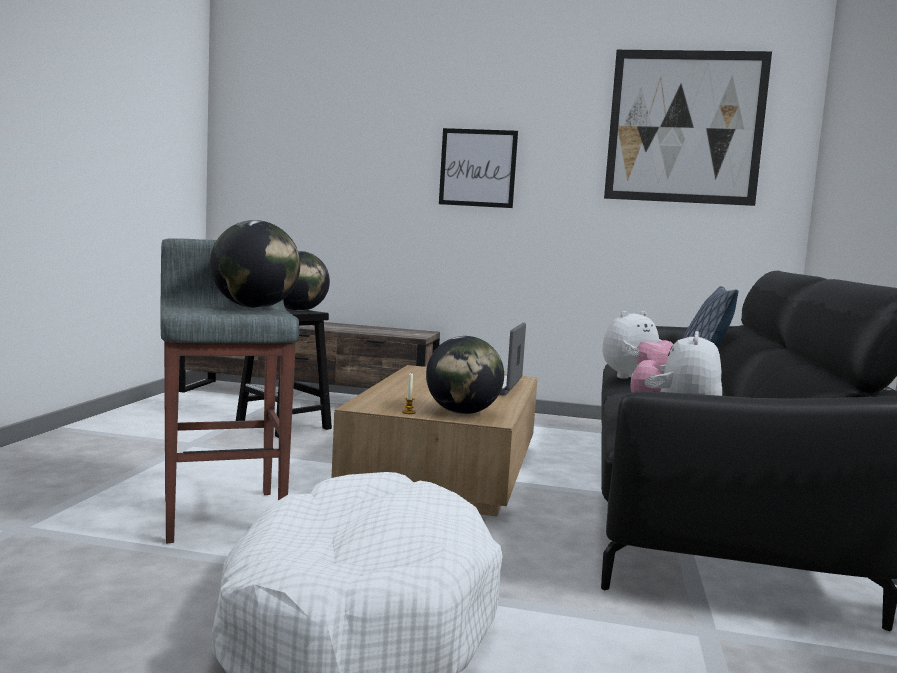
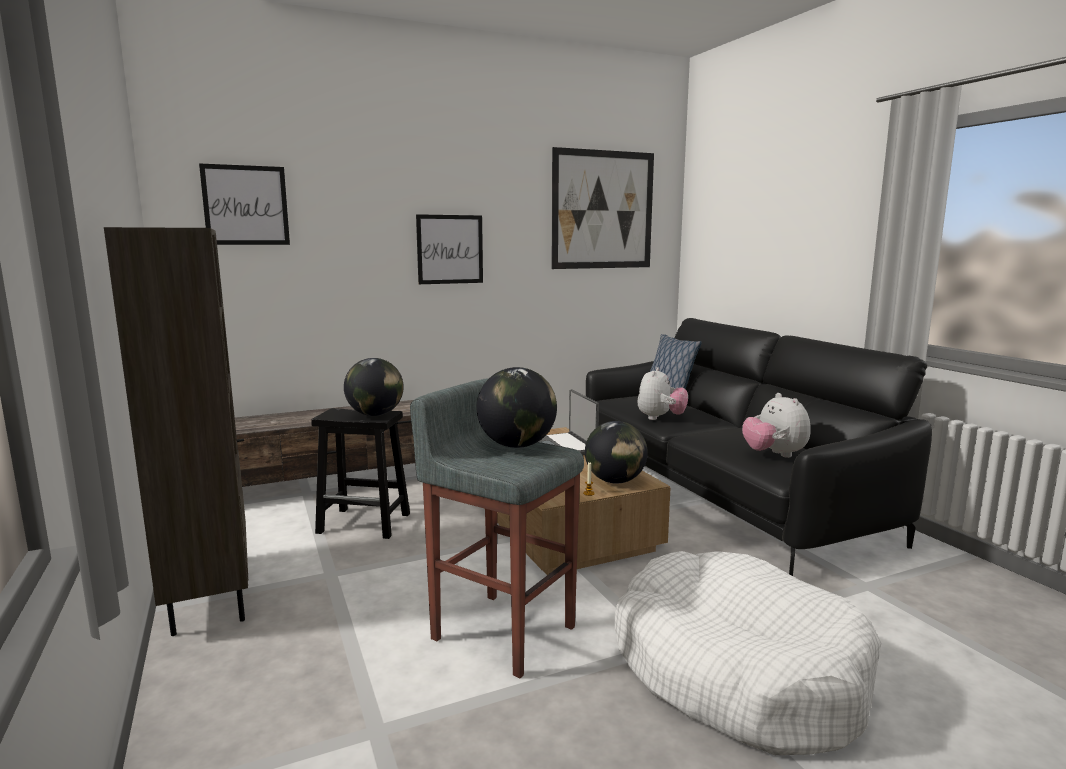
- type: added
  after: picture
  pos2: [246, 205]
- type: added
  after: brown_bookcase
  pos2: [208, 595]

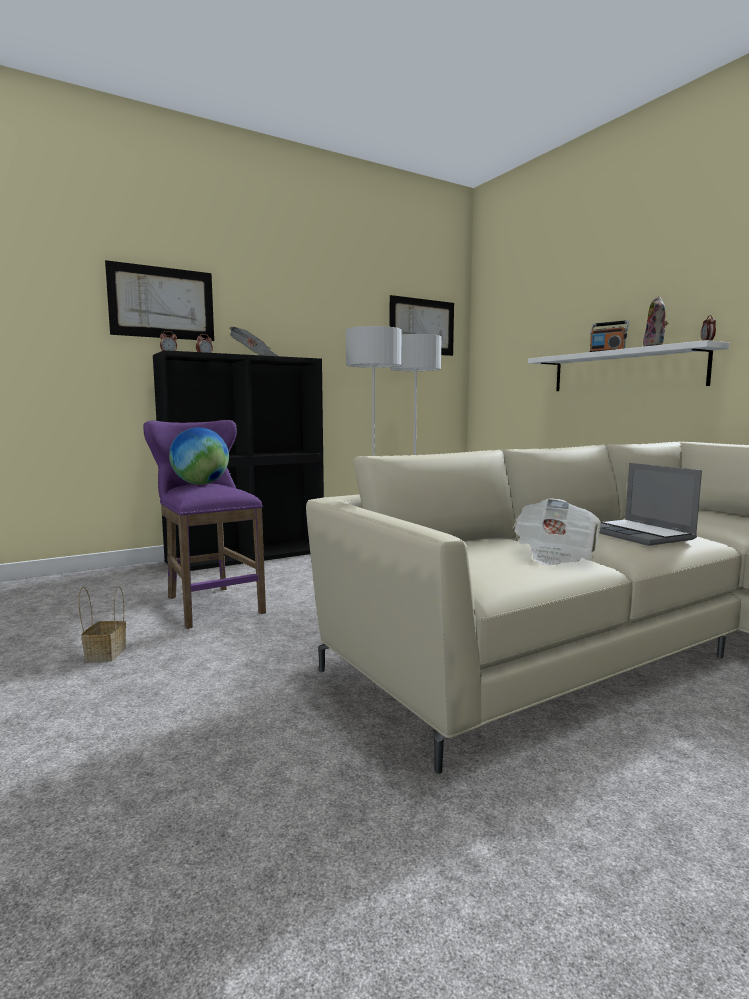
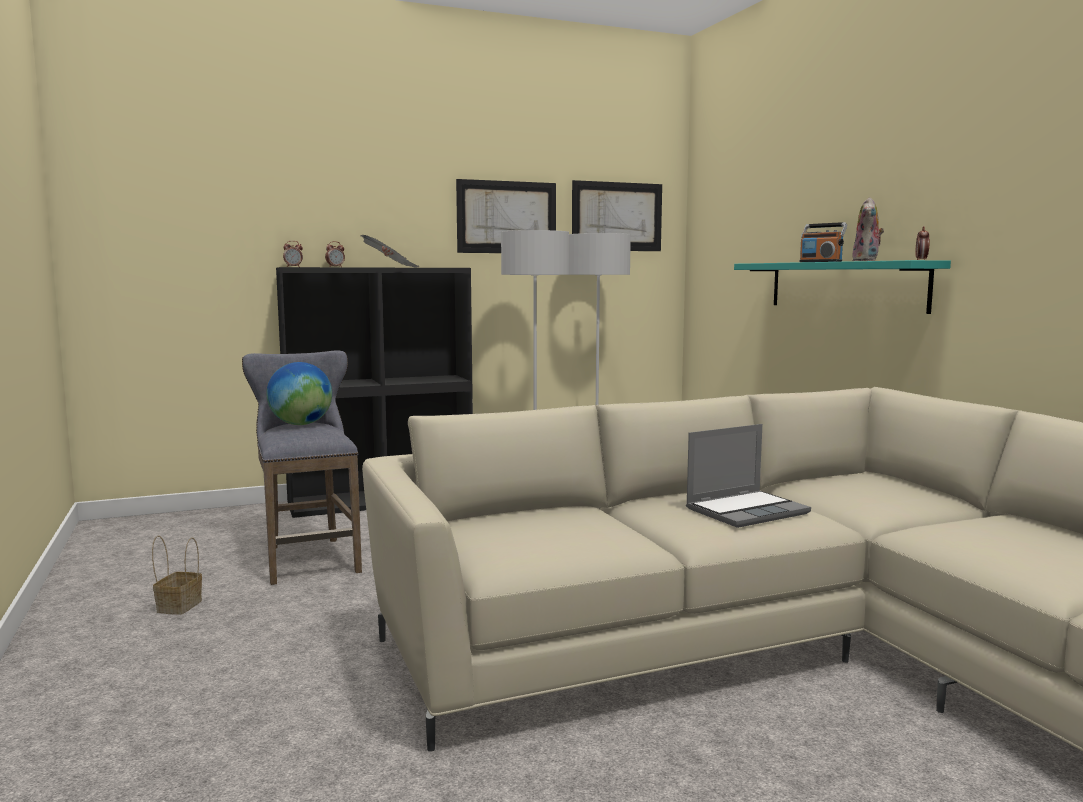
- type: moved
  before: picture
  pos1: [162, 303]
  pos2: [507, 217]
- type: recoloured
  before: white_shelf
  after: turquoise_shelf
  pos1: [625, 370]
  pos2: [844, 285]
- type: recoloured
  before: purple_stool
  after: grey_stool
  pos1: [210, 604]
  pos2: [309, 557]
- type: turned
  before: laptop
  pos1: [639, 534]
  pos2: [747, 511]
  turn: -105
- type: removed
  before: newspaper
  pos1: [554, 555]

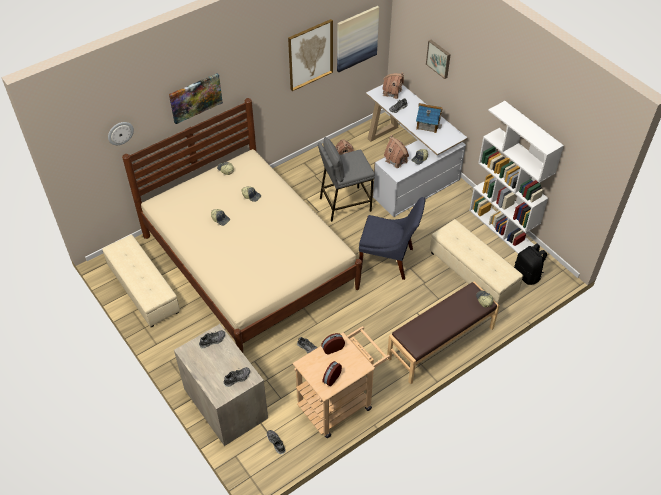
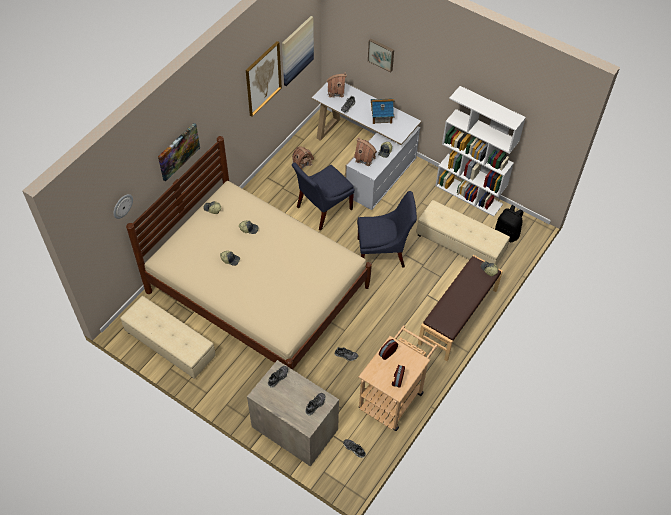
- type: replaced
  before: grey_stool
  after: blue_chair
  pos1: [344, 204]
  pos2: [322, 209]

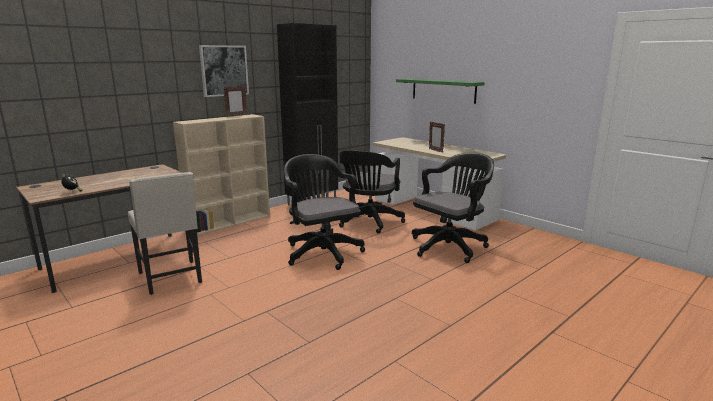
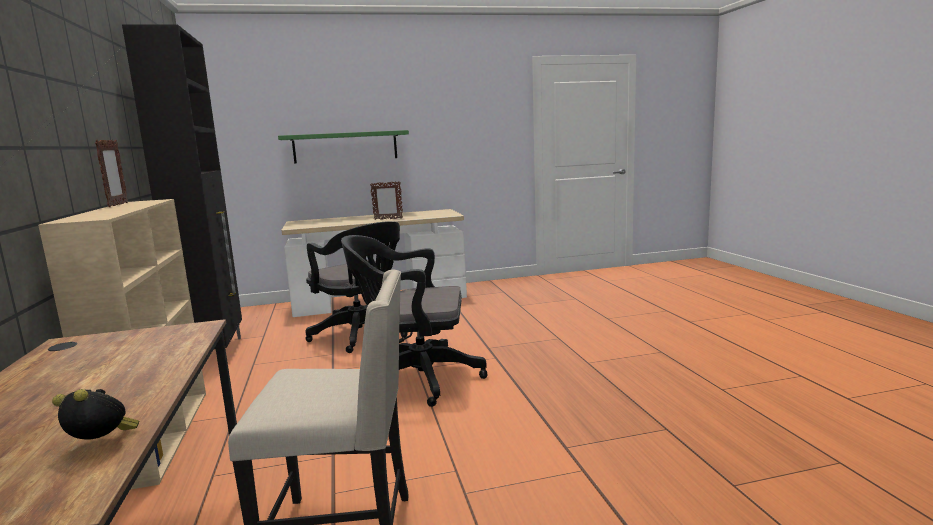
- type: removed
  before: picture
  pos1: [224, 70]
- type: removed
  before: black_office_chair
  pos1: [450, 246]

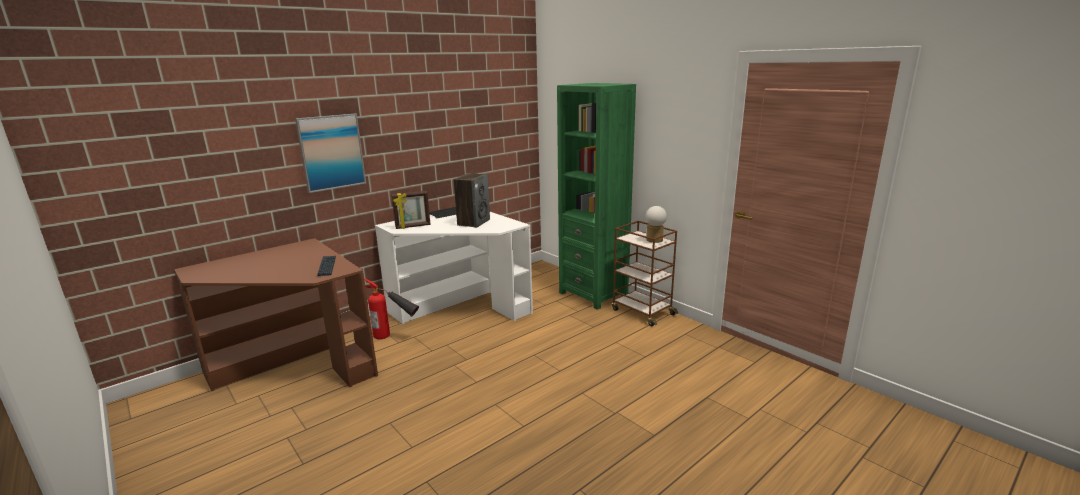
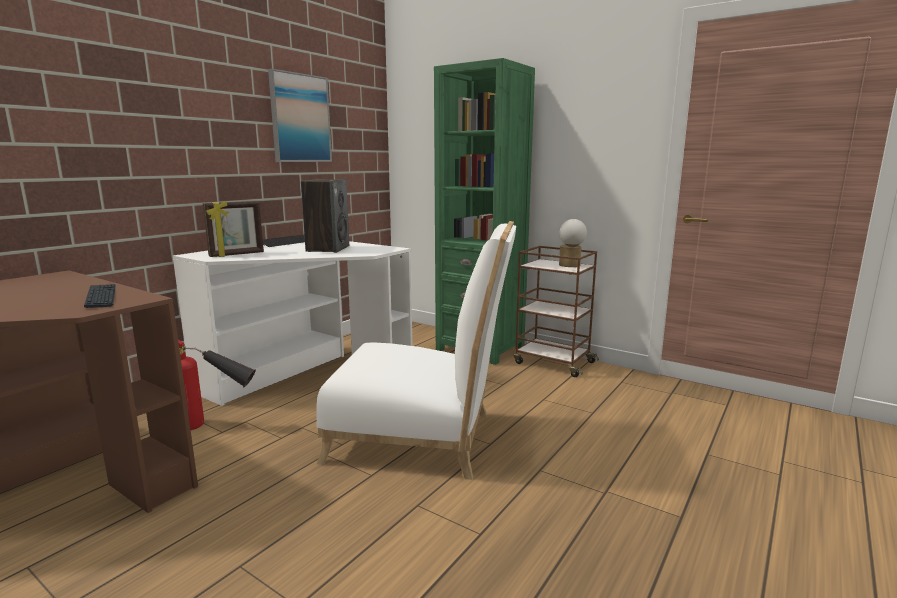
- type: moved
  before: picture
  pos1: [331, 152]
  pos2: [300, 118]
- type: added
  after: white_chair
  pos2: [421, 438]

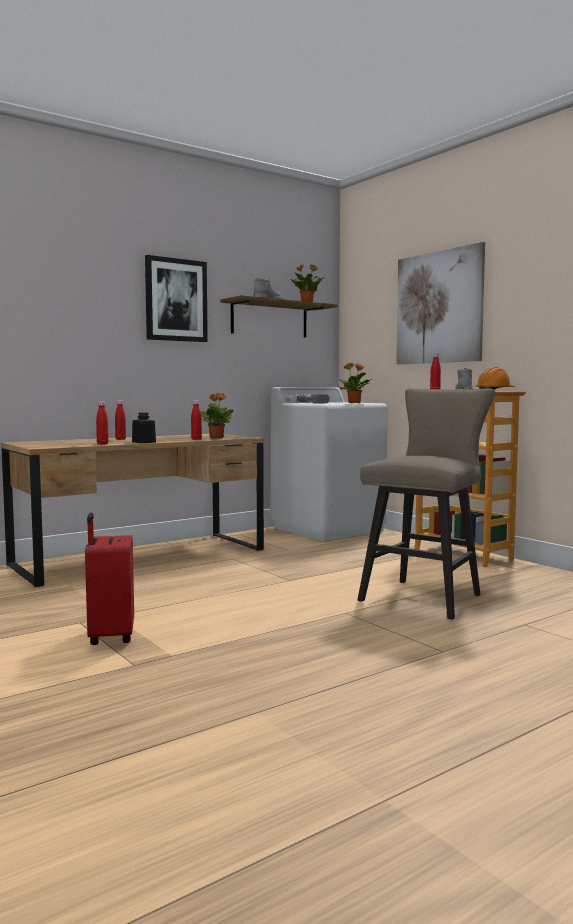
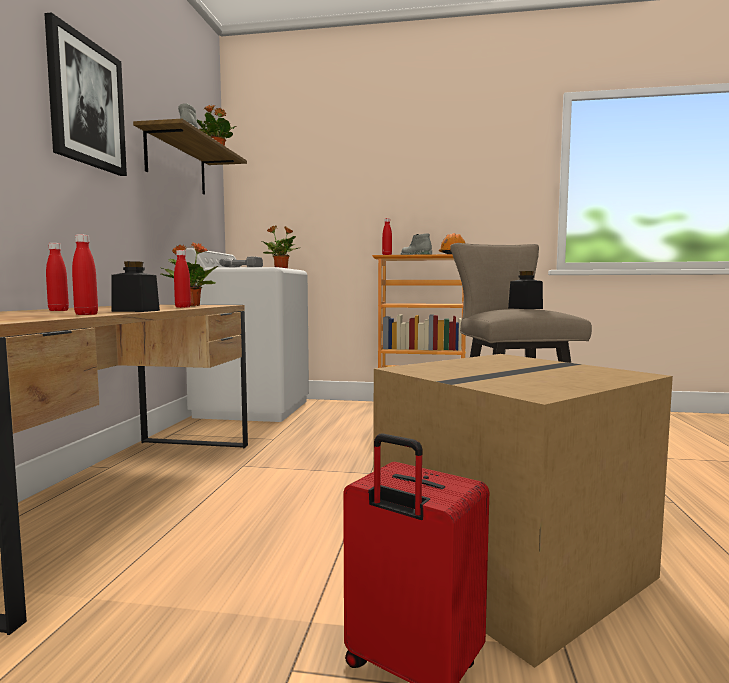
- type: removed
  before: picture
  pos1: [439, 307]
- type: added
  after: black_jar
  pos2: [525, 308]
- type: added
  after: cardboard_box
  pos2: [509, 563]

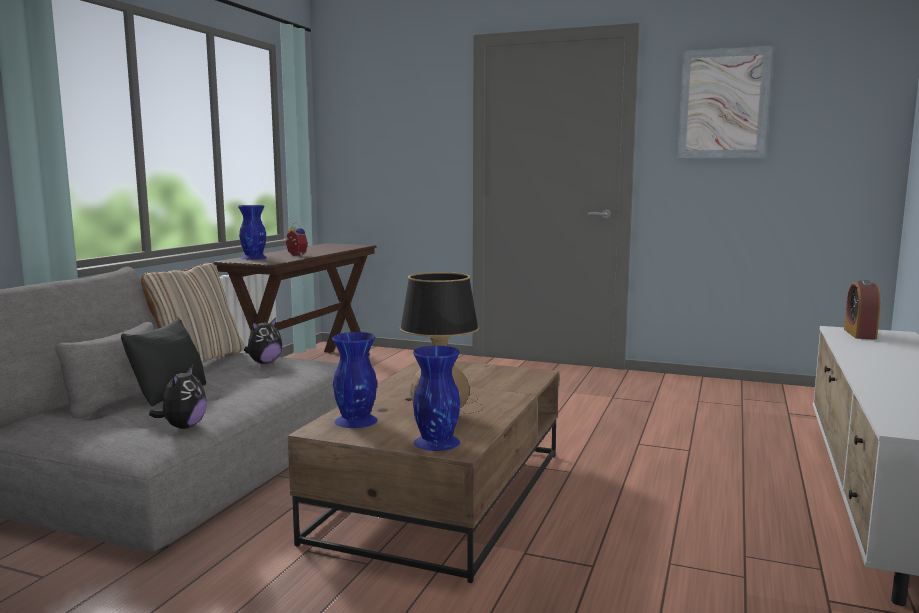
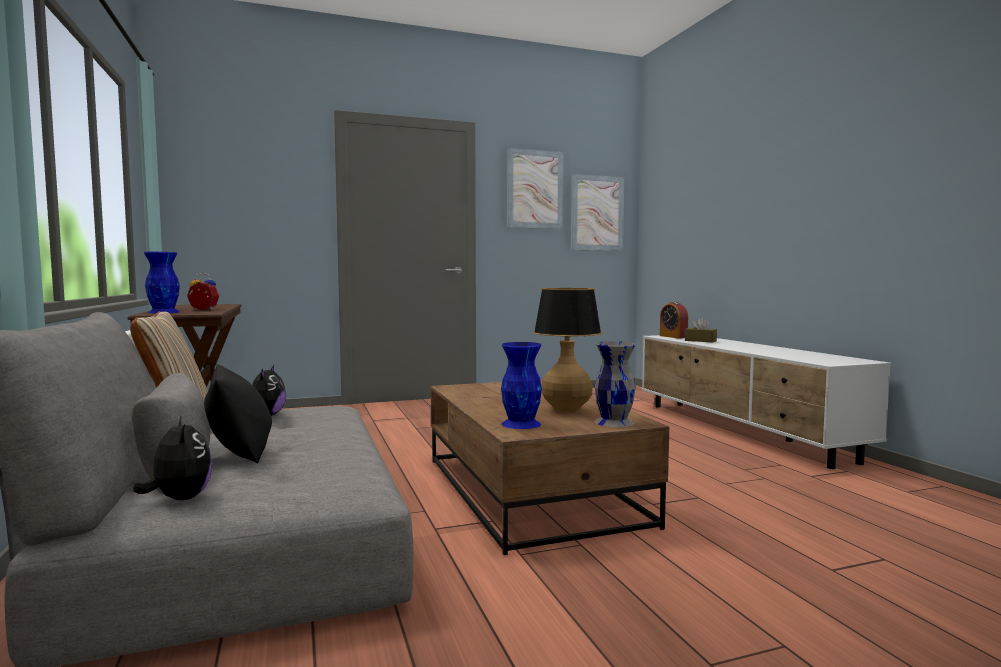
- type: recoloured
  before: blue_vase
  after: grey_vase
  pos1: [436, 441]
  pos2: [613, 422]
- type: moved
  before: plush_toy
  pos1: [183, 427]
  pos2: [180, 499]
- type: added
  after: picture
  pos2: [597, 213]
- type: added
  after: brown_tissue_box
  pos2: [700, 341]

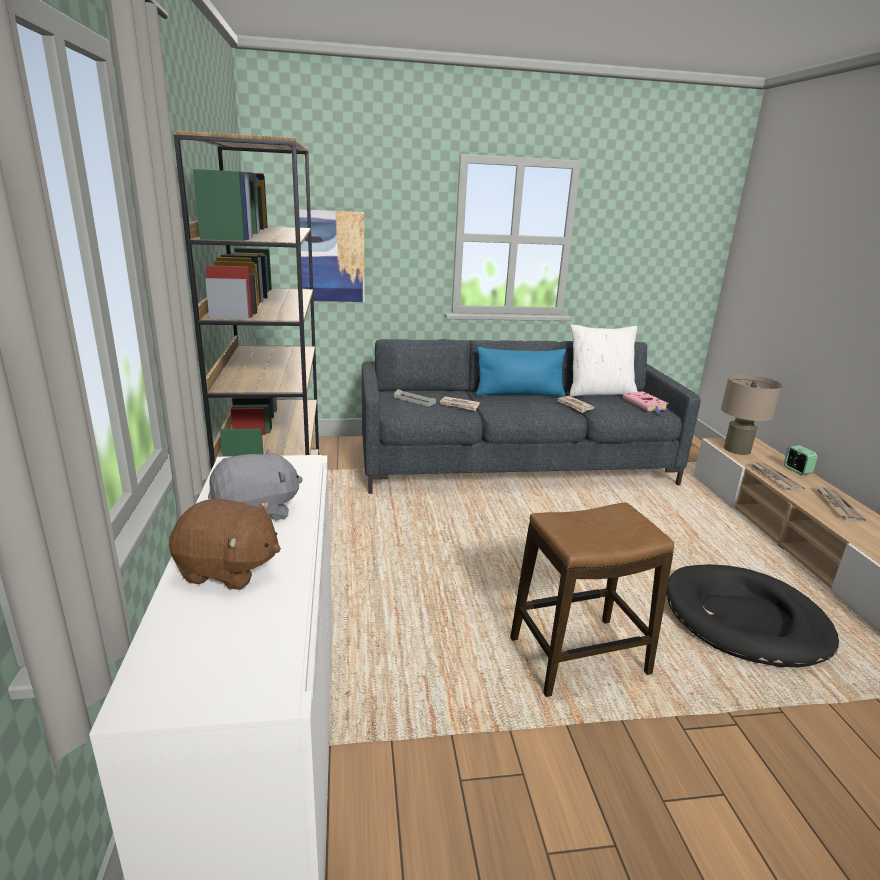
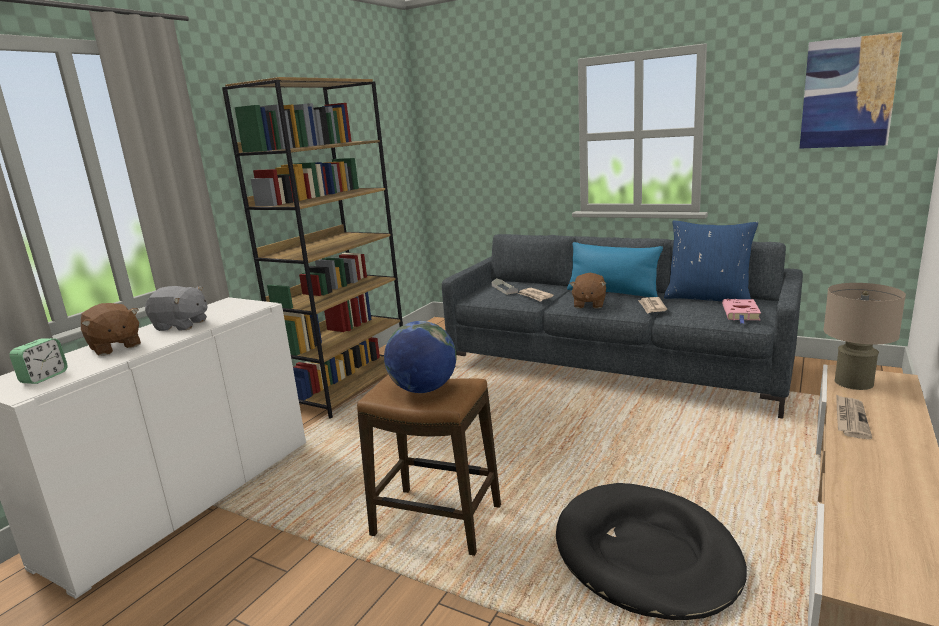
- type: moved
  before: picture
  pos1: [331, 257]
  pos2: [847, 93]
- type: recoloured
  before: white_pillow
  after: blue_pillow
  pos1: [599, 392]
  pos2: [708, 298]
- type: moved
  before: alarm_clock
  pos1: [797, 470]
  pos2: [44, 377]
- type: removed
  before: newspaper
  pos1: [836, 505]
- type: added
  after: brown_plush_toy
  pos2: [588, 304]
- type: added
  after: globe
  pos2: [423, 389]

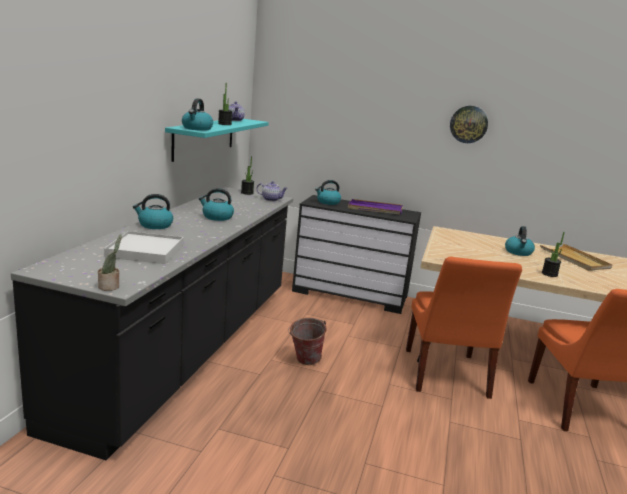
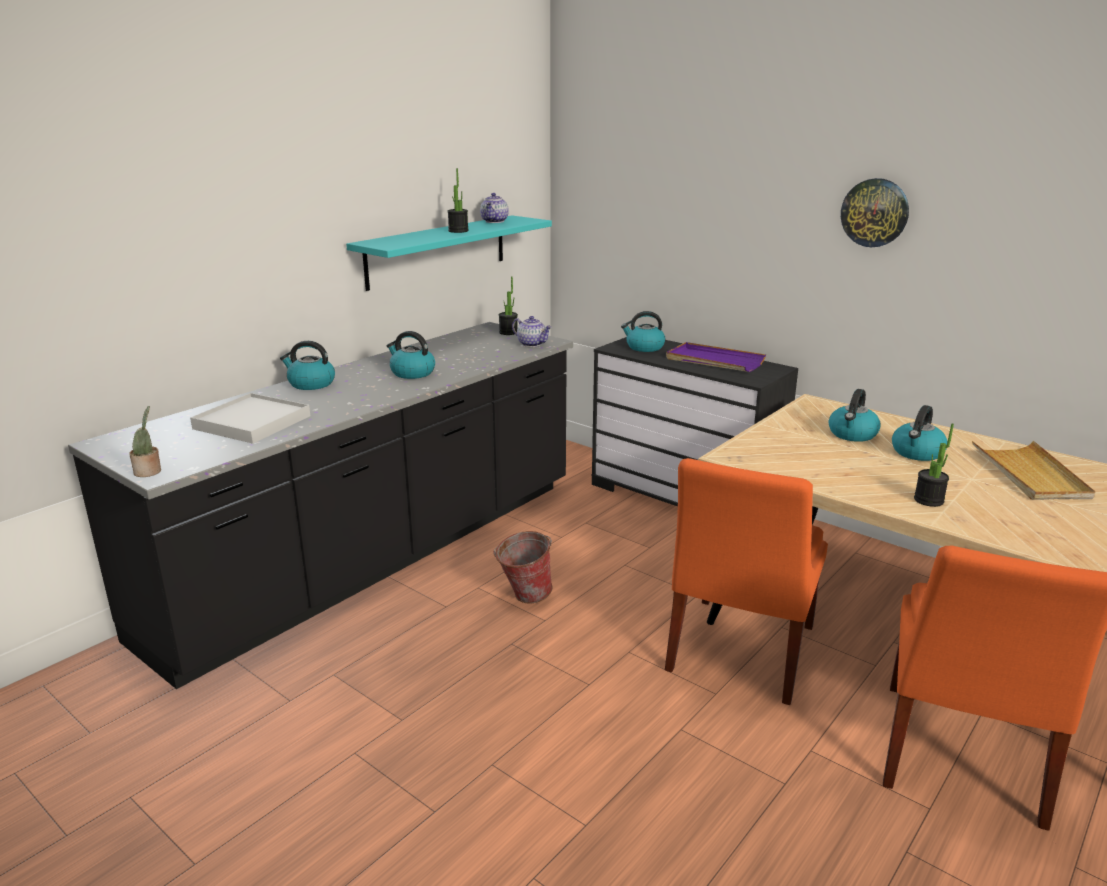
- type: moved
  before: kettle
  pos1: [197, 129]
  pos2: [852, 434]

